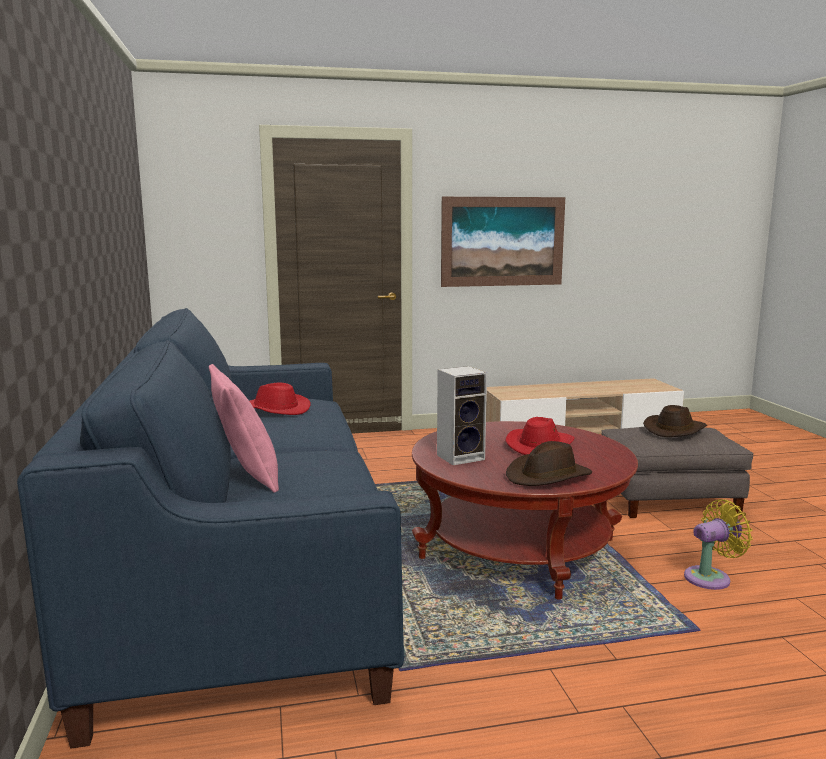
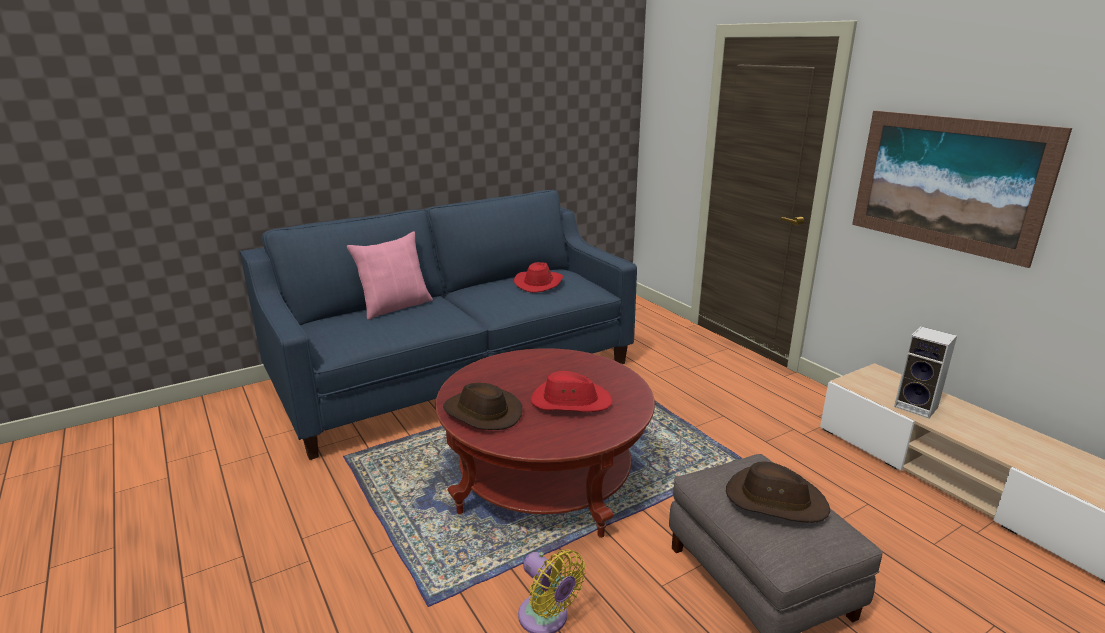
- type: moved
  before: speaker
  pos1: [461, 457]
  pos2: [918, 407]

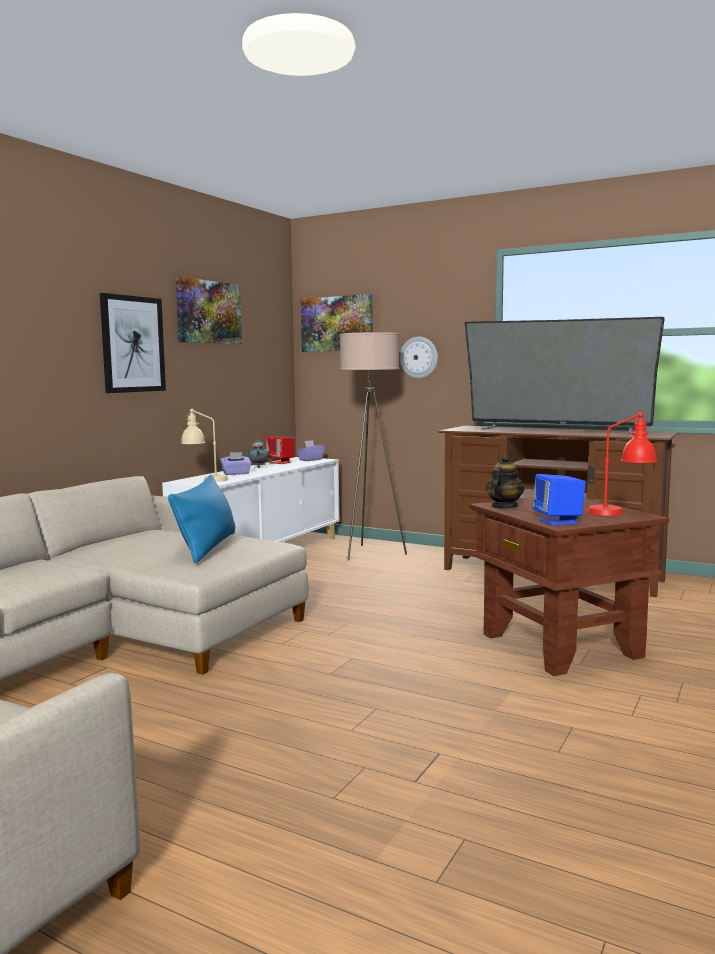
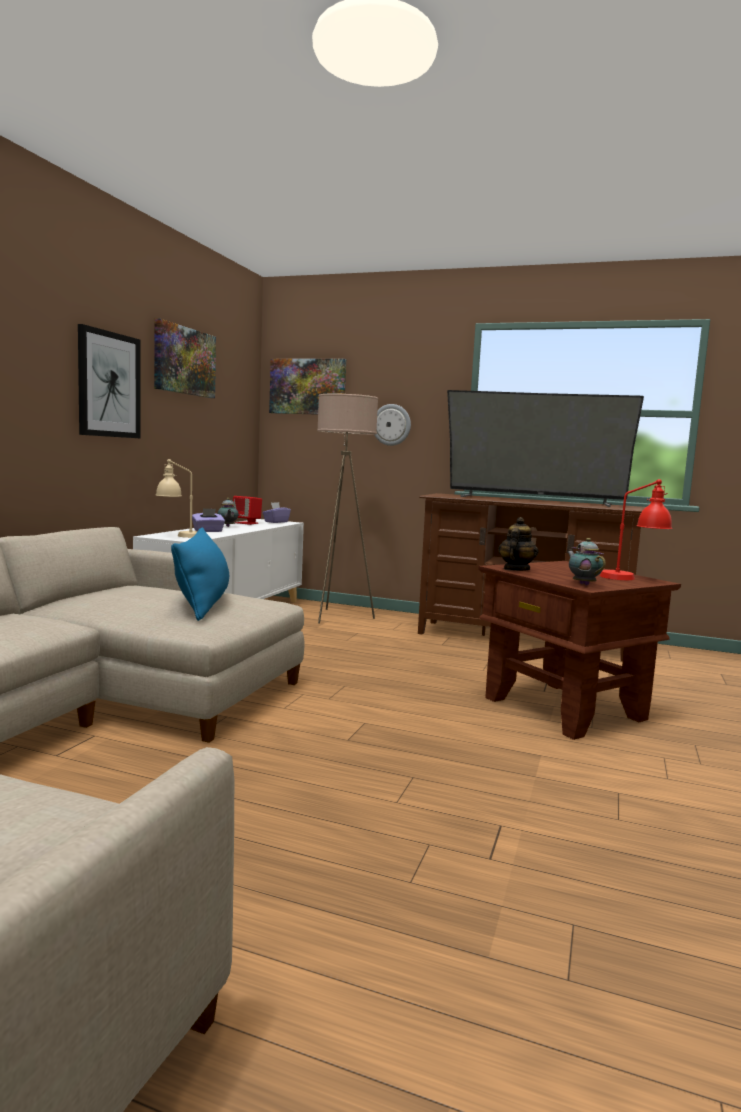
- type: replaced
  before: blue_speaker
  after: teapot
  pos1: [558, 521]
  pos2: [583, 584]

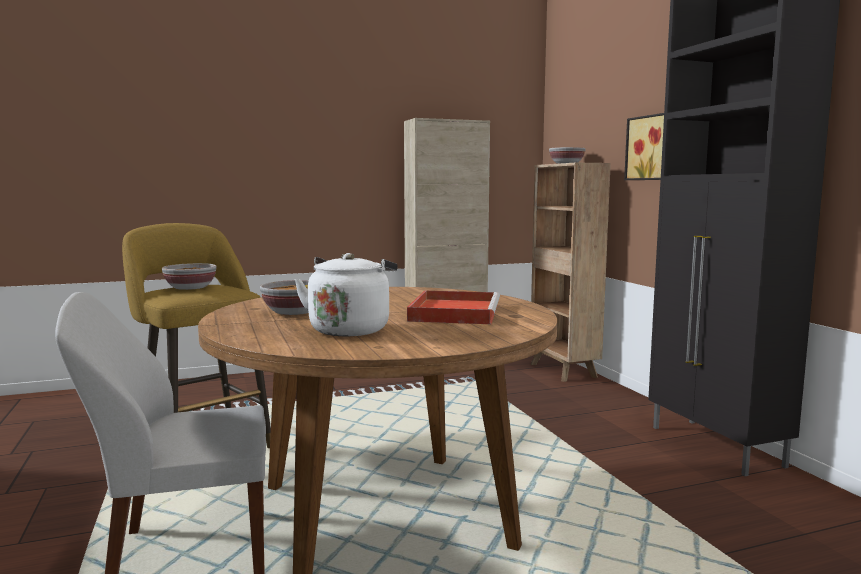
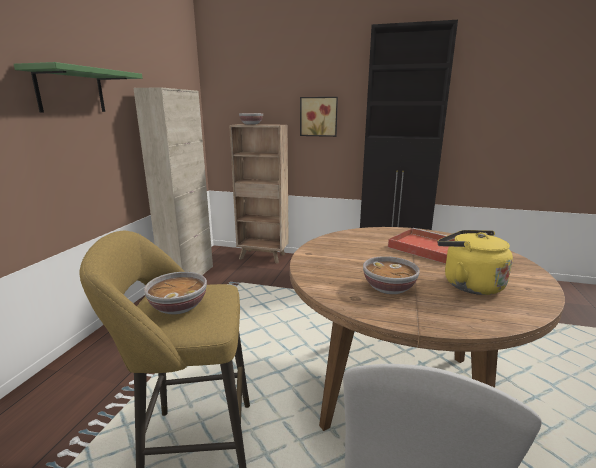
- type: recoloured
  before: white_kettle
  after: yellow_kettle
  pos1: [350, 329]
  pos2: [468, 284]
- type: added
  after: green_shelf
  pos2: [71, 91]

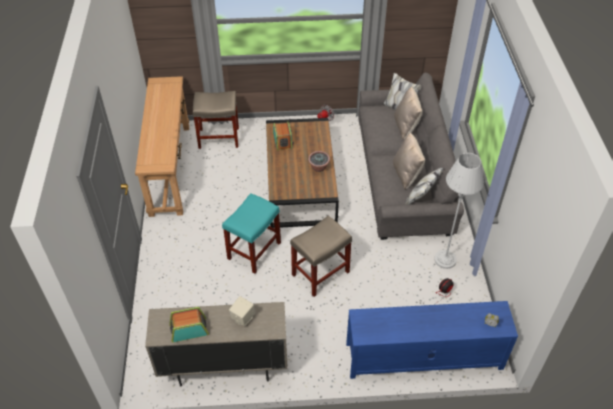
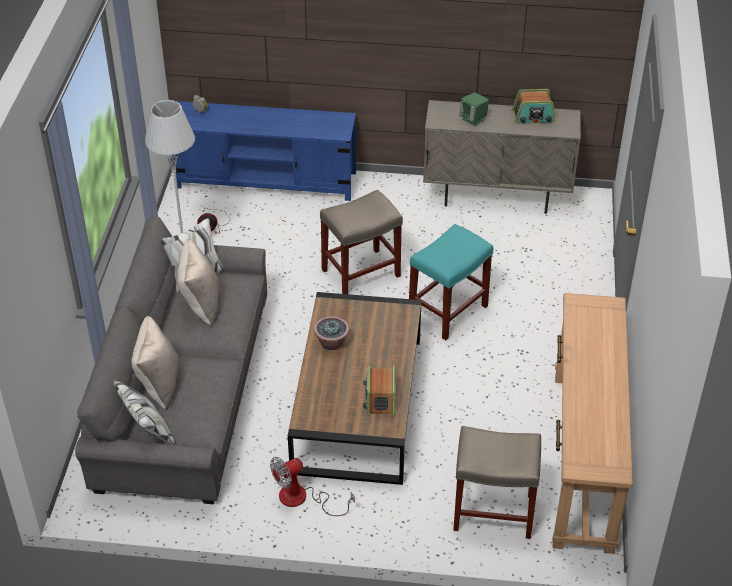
- type: recoloured
  before: beige_speaker
  after: green_speaker
  pos1: [242, 318]
  pos2: [473, 119]

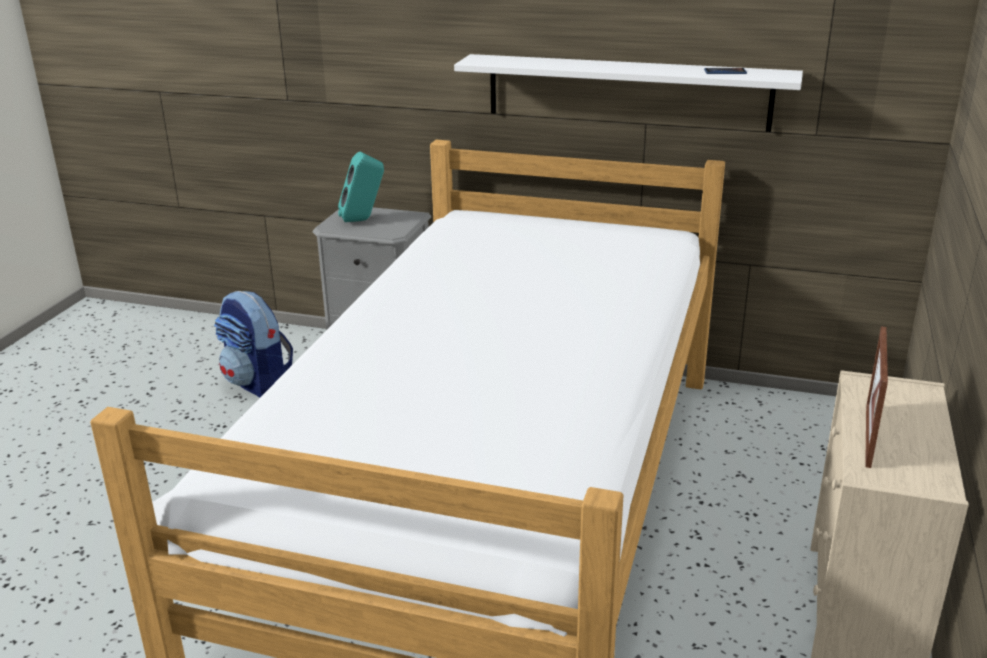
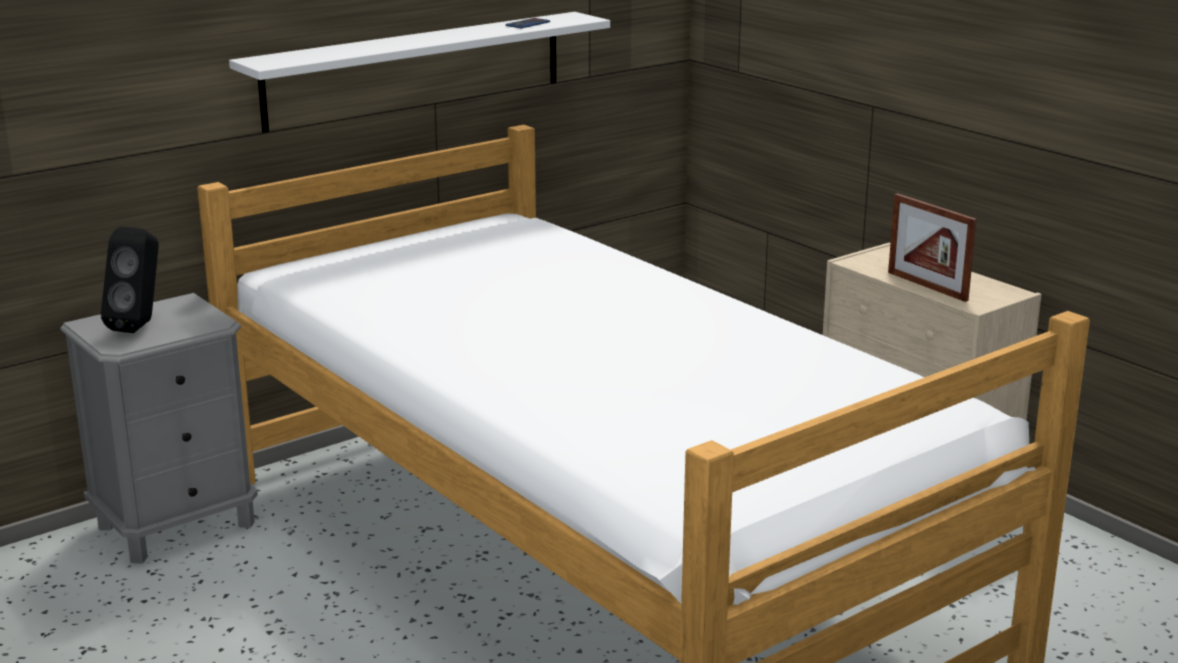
- type: recoloured
  before: turquoise_speaker
  after: black_speaker
  pos1: [363, 220]
  pos2: [140, 325]
- type: removed
  before: backpack
  pos1: [258, 384]

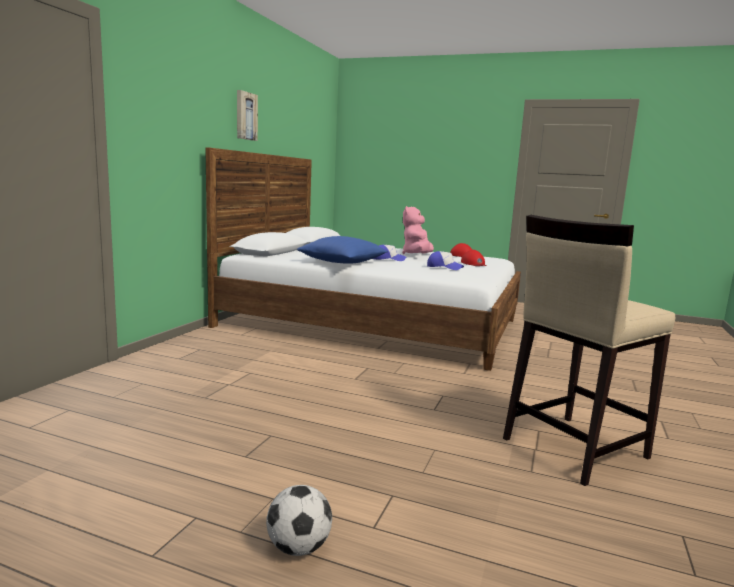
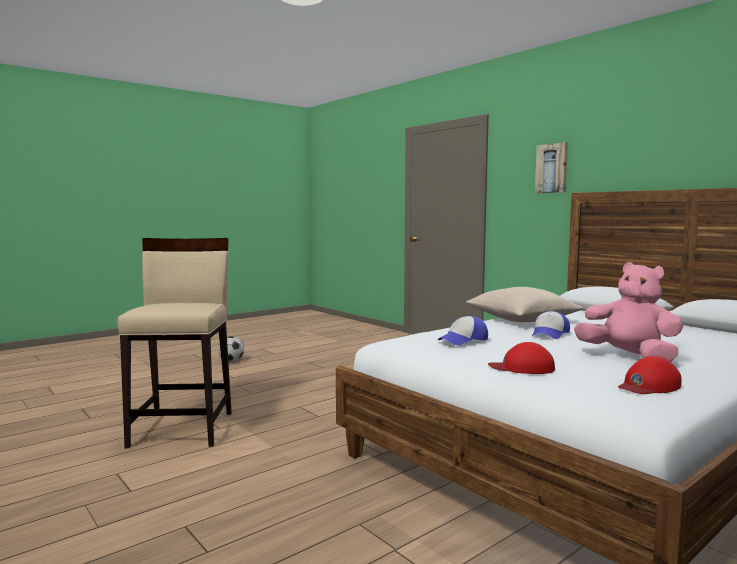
- type: moved
  before: picture
  pos1: [245, 116]
  pos2: [552, 168]
- type: recoloured
  before: blue_pillow
  after: beige_pillow
  pos1: [342, 262]
  pos2: [522, 320]

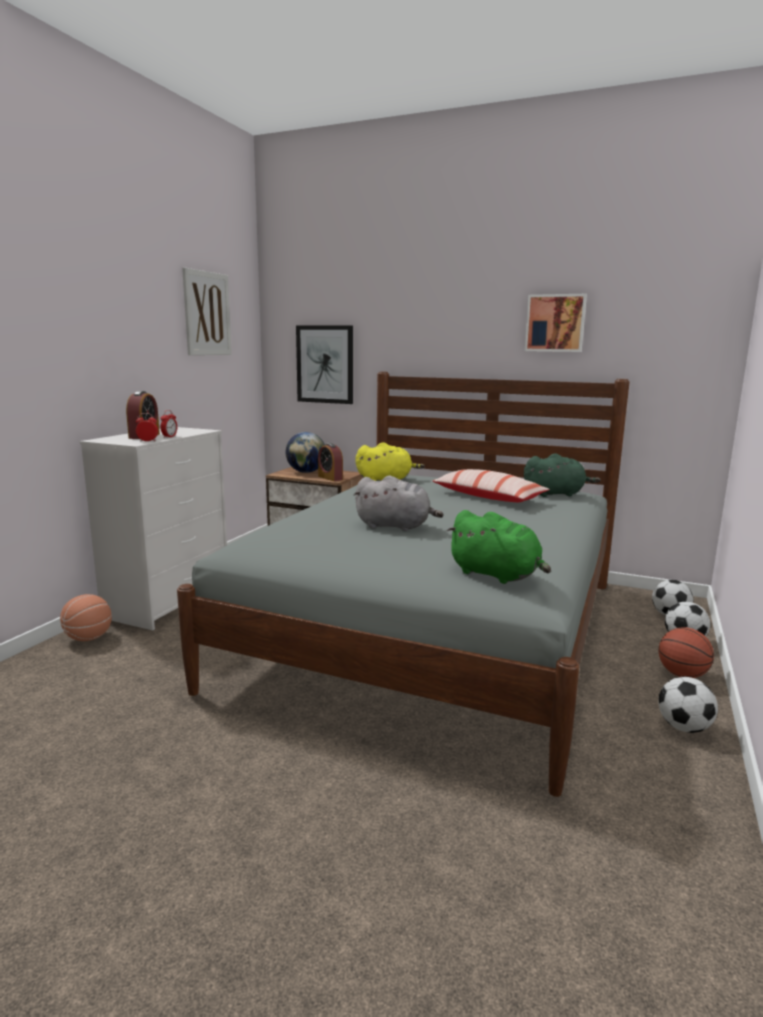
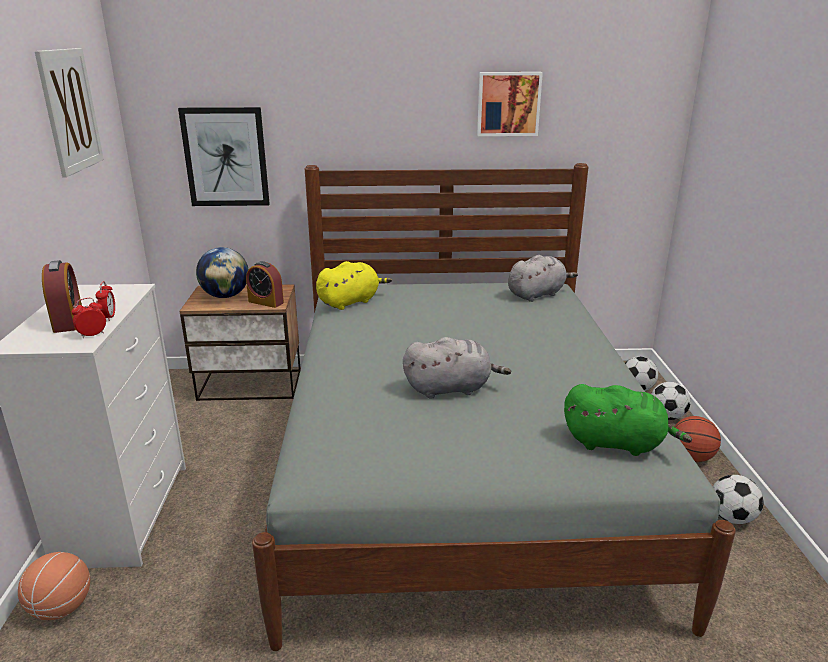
- type: recoloured
  before: green_plush_toy
  after: grey_plush_toy
  pos1: [555, 494]
  pos2: [537, 294]
- type: removed
  before: pillow
  pos1: [488, 497]

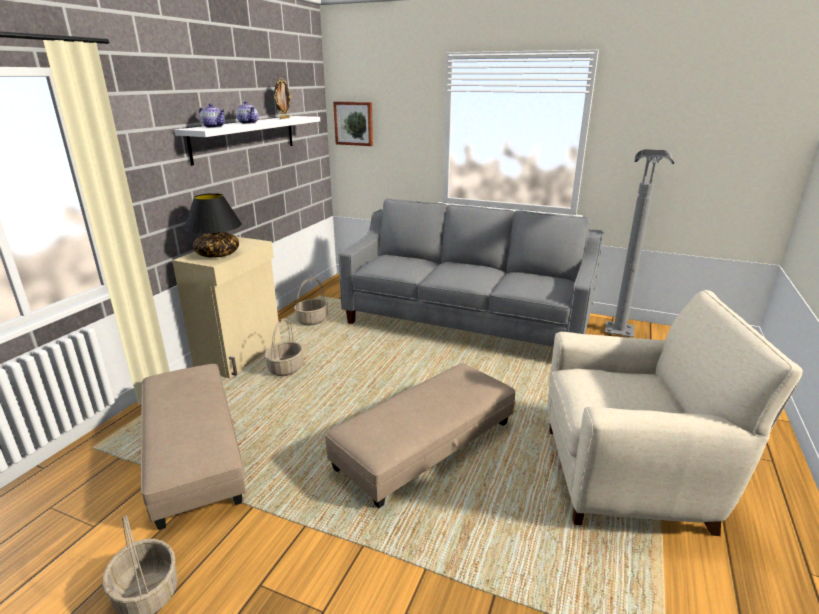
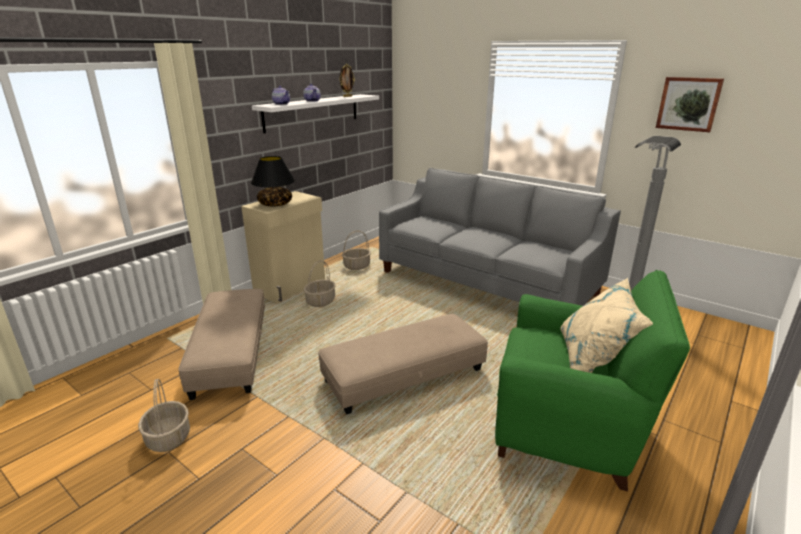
- type: moved
  before: picture
  pos1: [354, 123]
  pos2: [688, 104]
- type: recoloured
  before: beige_armchair
  after: green_armchair
  pos1: [628, 477]
  pos2: [568, 430]
- type: added
  after: beige_pillow
  pos2: [594, 359]

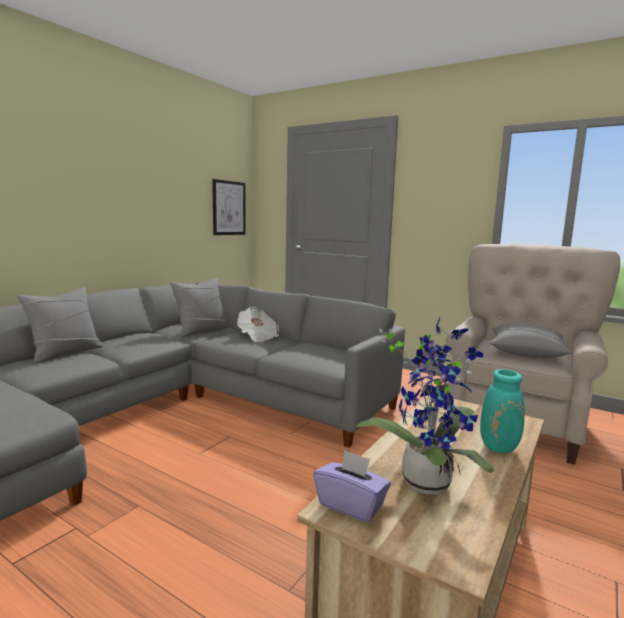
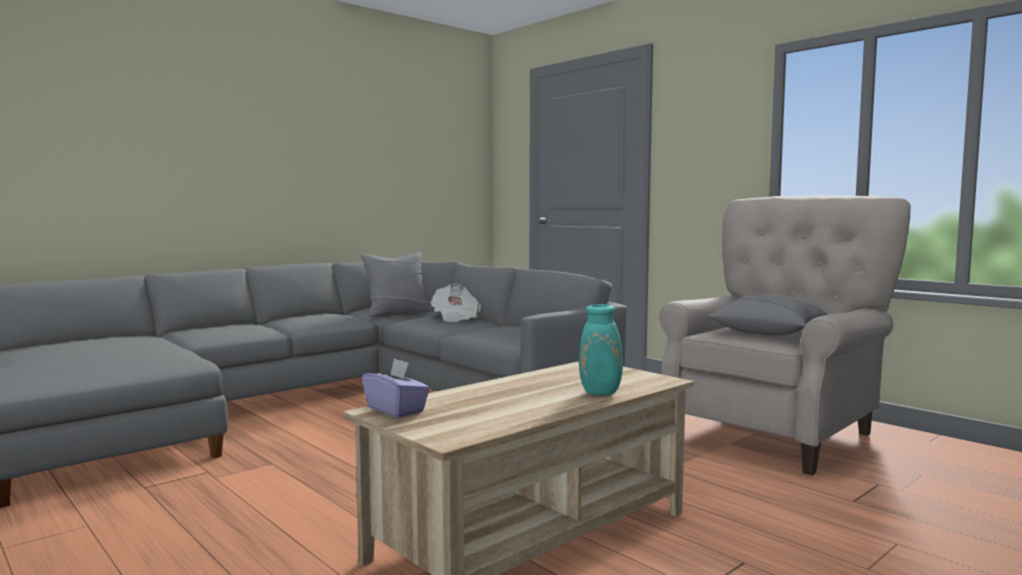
- type: removed
  before: picture
  pos1: [228, 208]
- type: removed
  before: grey_pillow
  pos1: [65, 353]
- type: removed
  before: potted_plant
  pos1: [427, 479]

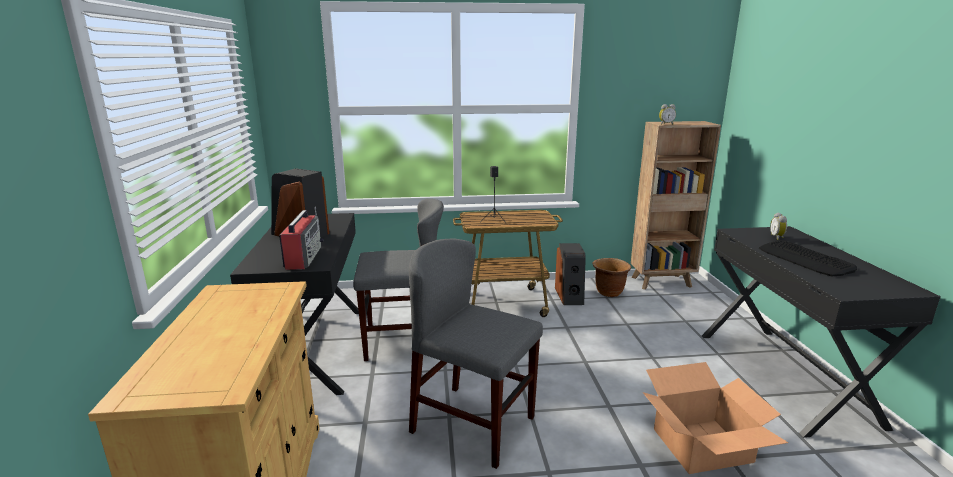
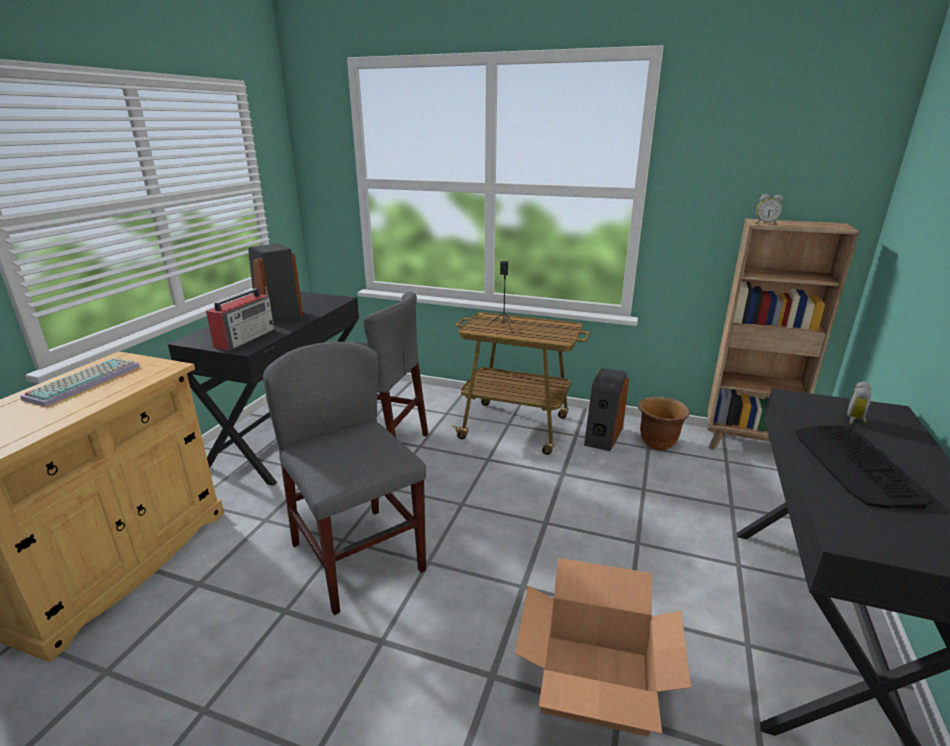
- type: added
  after: keyboard
  pos2: [84, 381]

